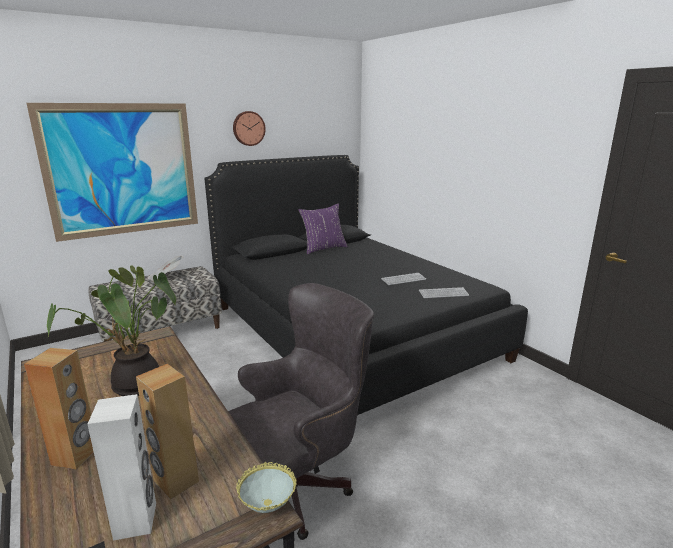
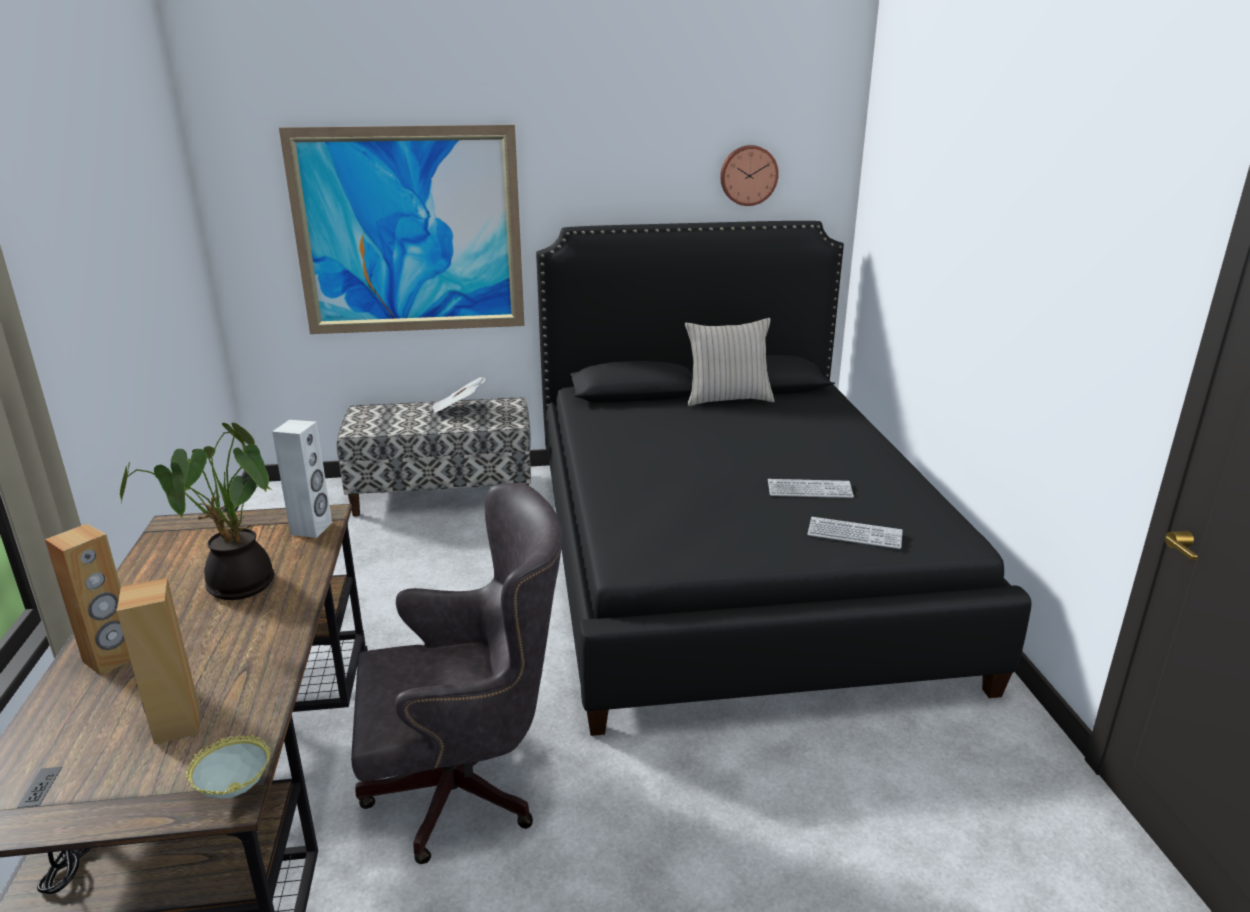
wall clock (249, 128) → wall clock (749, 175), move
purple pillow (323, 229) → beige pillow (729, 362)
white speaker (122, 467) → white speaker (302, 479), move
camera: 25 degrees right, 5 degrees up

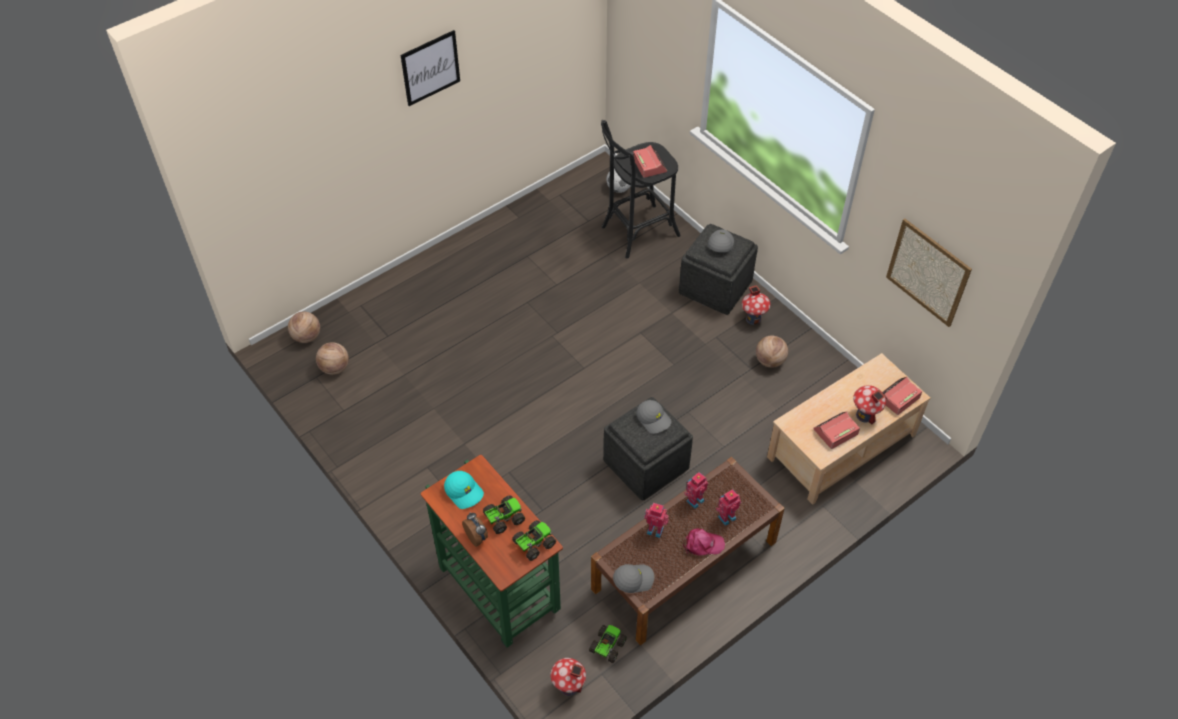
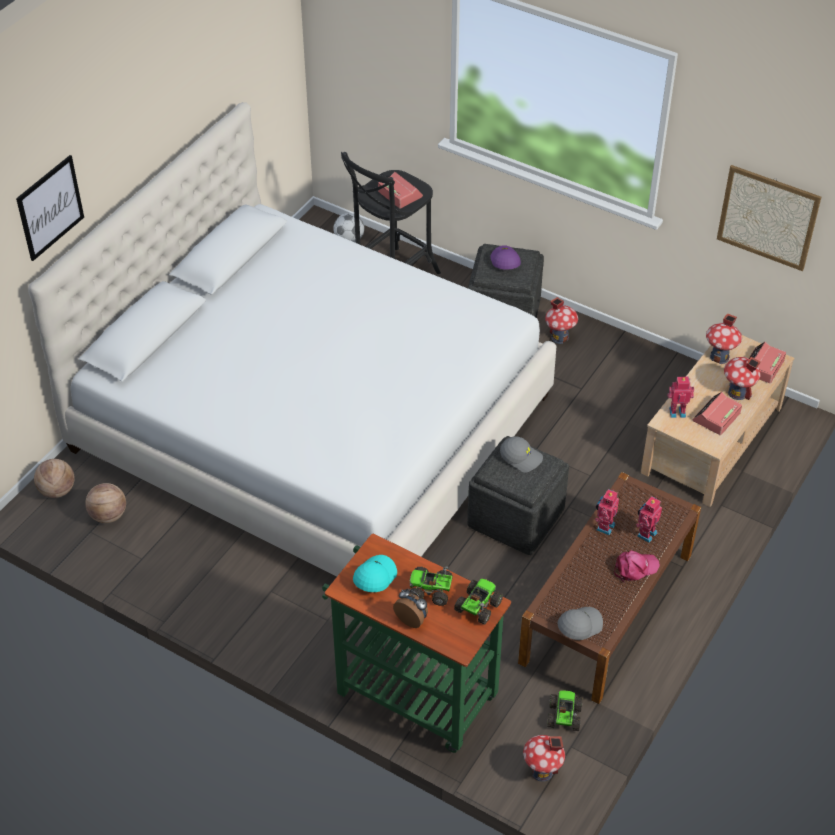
picture (430, 68) → picture (50, 208), move
grey cap (721, 241) → purple cap (505, 257)
basketball (772, 352) → -
turquoise cap (464, 490) → turquoise cap (375, 573), 90 degrees counterclockwise
toy truck (504, 514) → toy truck (431, 586), 120 degrees counterclockwise
toy robot (656, 520) → toy robot (681, 397), move
- → white bed (292, 339)
- → toy house (724, 338)
camera: 20 degrees left, 5 degrees down

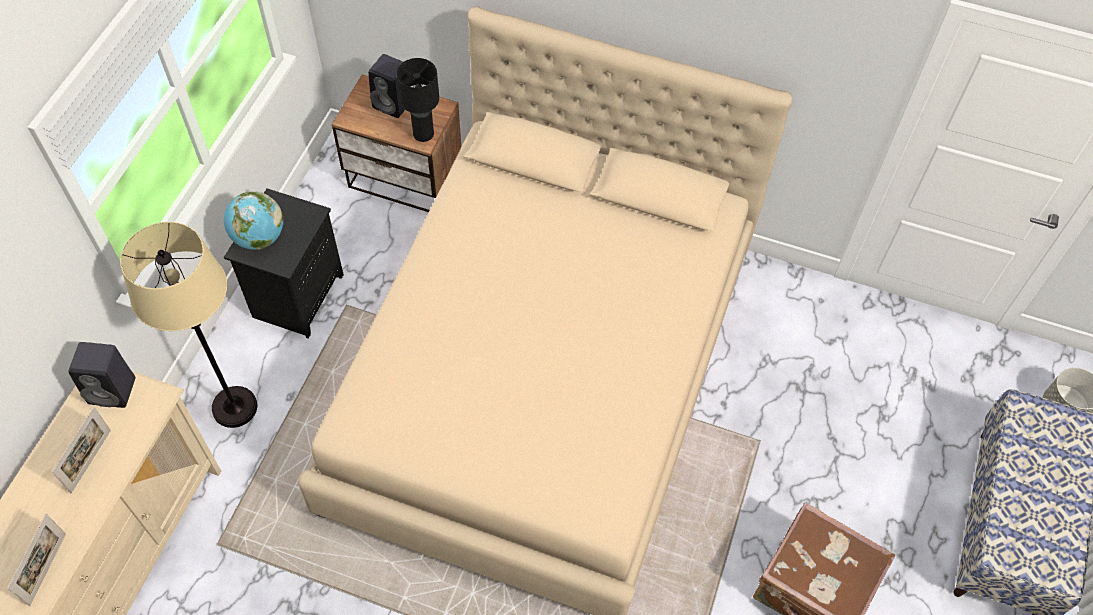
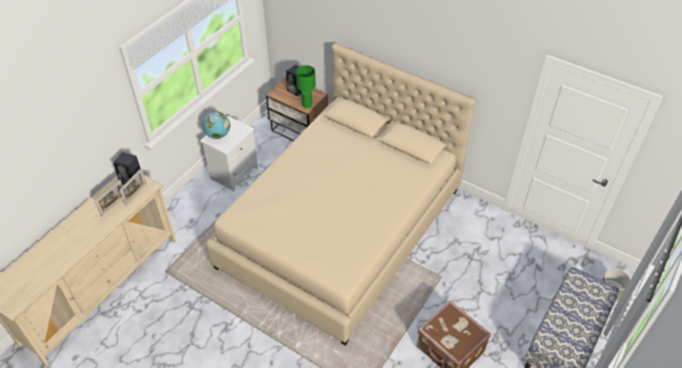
black table lamp (417, 100) → green table lamp (306, 86)
black nightstand (284, 264) → white nightstand (229, 154)
beige floor lamp (188, 325) → -
picture frame (36, 560) → picture frame (133, 187), move
camera: 15 degrees right, 10 degrees down

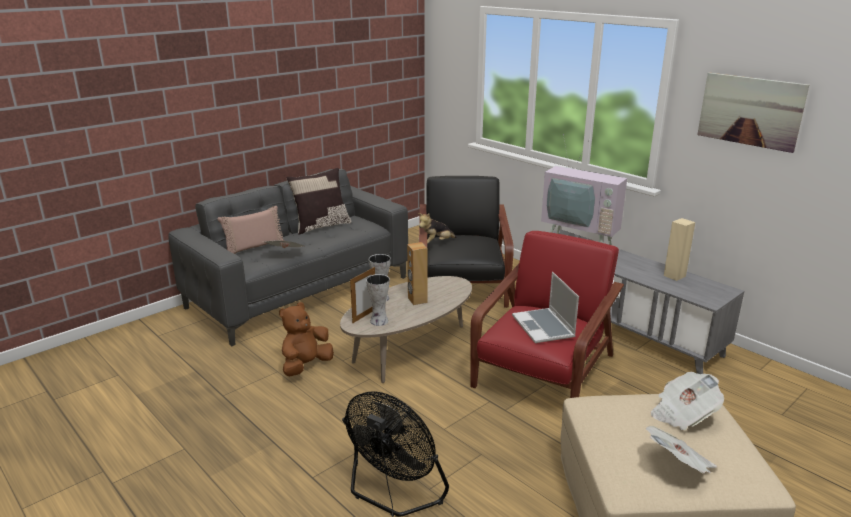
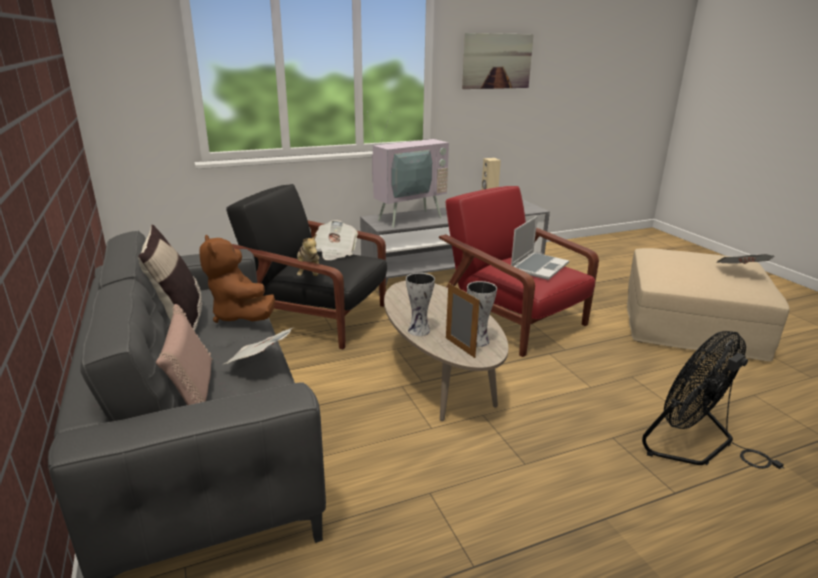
brown speaker (417, 273) → -
laptop (545, 307) → laptop (540, 248), 60 degrees counterclockwise
brown plush toy (306, 339) → brown plush toy (237, 279), move
newspaper (687, 401) → newspaper (336, 240), move
camera: 70 degrees left, 0 degrees up

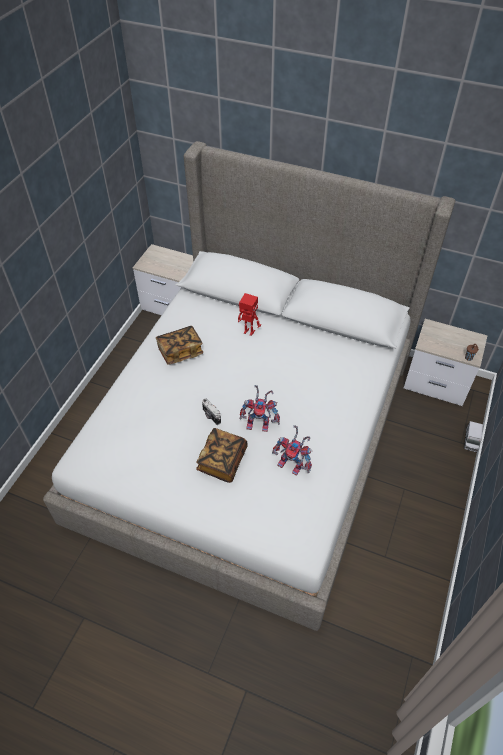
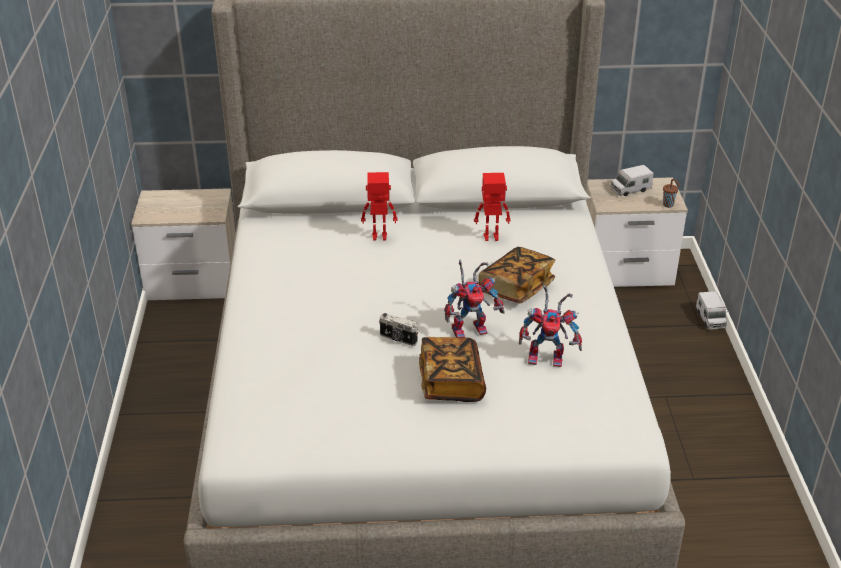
book (179, 345) → book (517, 275), move
- → toy truck (632, 180)
- → toy robot (492, 207)
camera: 25 degrees left, 15 degrees down

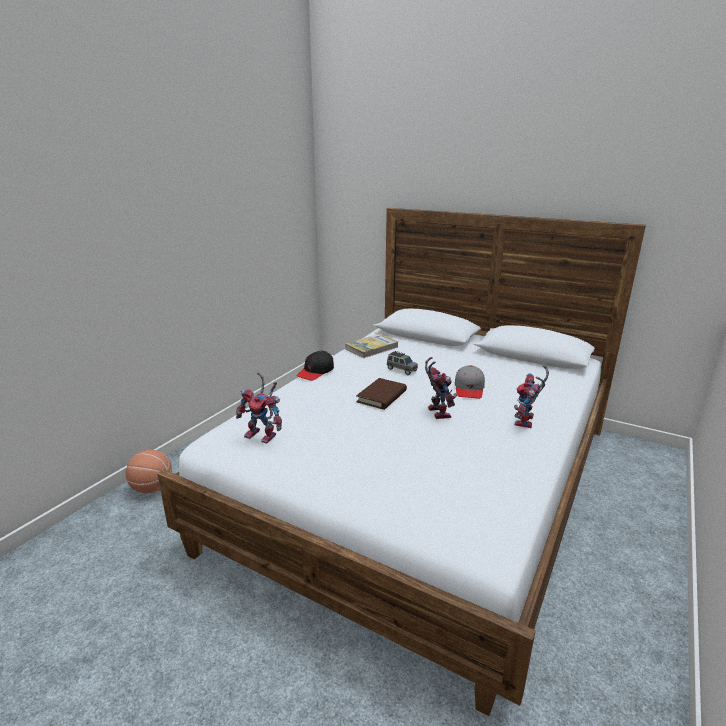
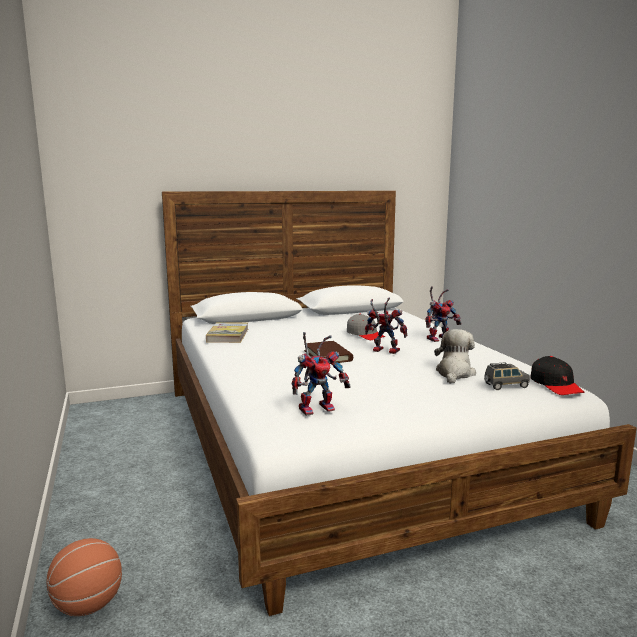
black cap (315, 366) → black cap (557, 375), move
grey toy car (402, 363) → grey toy car (507, 376), move
toy robot (531, 396) → toy robot (443, 314), 90 degrees counterclockwise
- → plush toy (455, 356)
camera: 50 degrees left, 10 degrees down

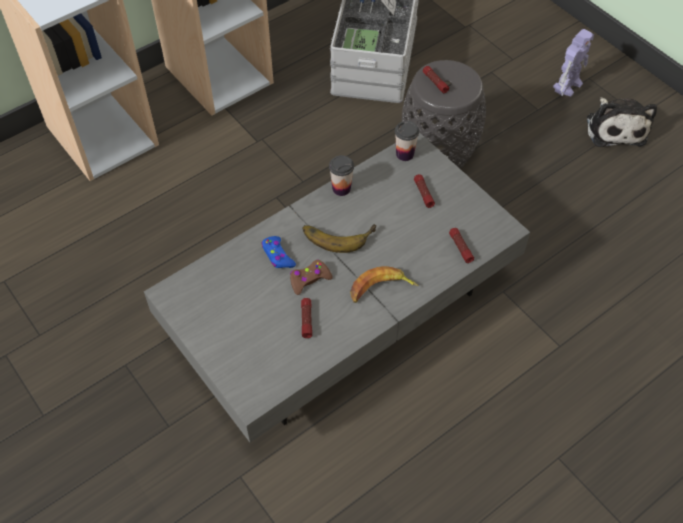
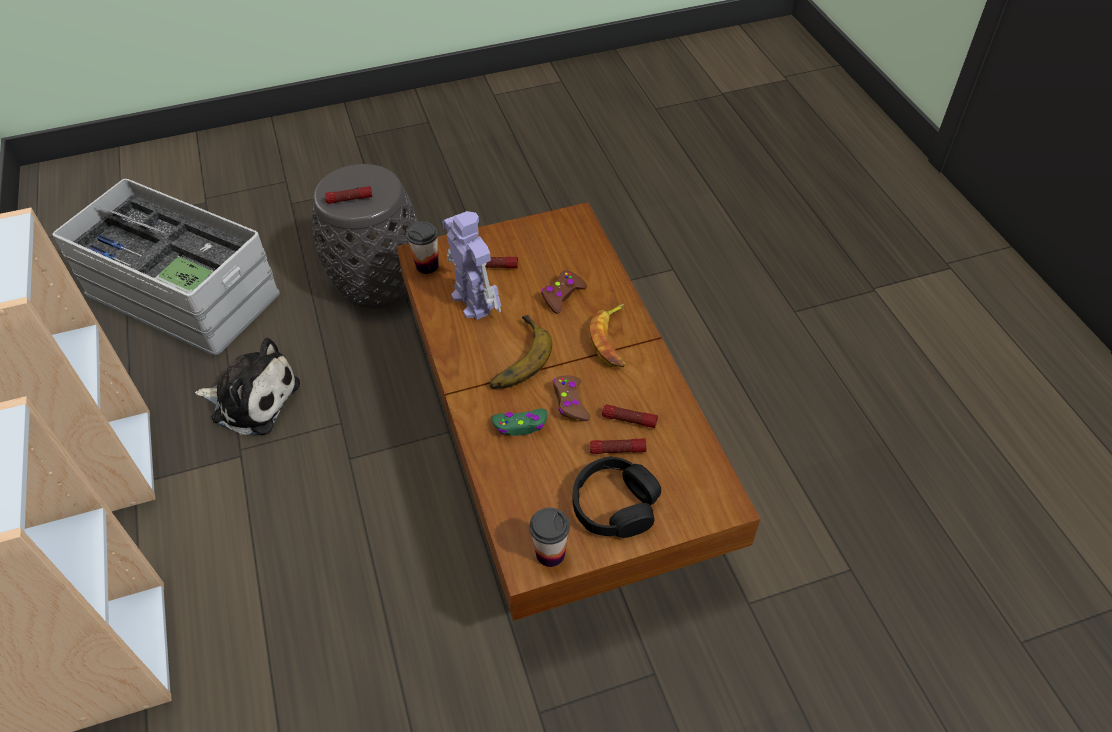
toy robot (573, 62) → toy robot (471, 265), move
plush toy (622, 122) → plush toy (247, 386), move
grey coffee table (337, 287) → brown coffee table (578, 411)
cup (341, 175) → cup (549, 537), move
flashlight (461, 245) → flashlight (618, 446), move
blue game controller (278, 252) → green game controller (519, 422)
- → brown game controller (564, 292)
- → black headphones (616, 497)
camera: 70 degrees left, 5 degrees down

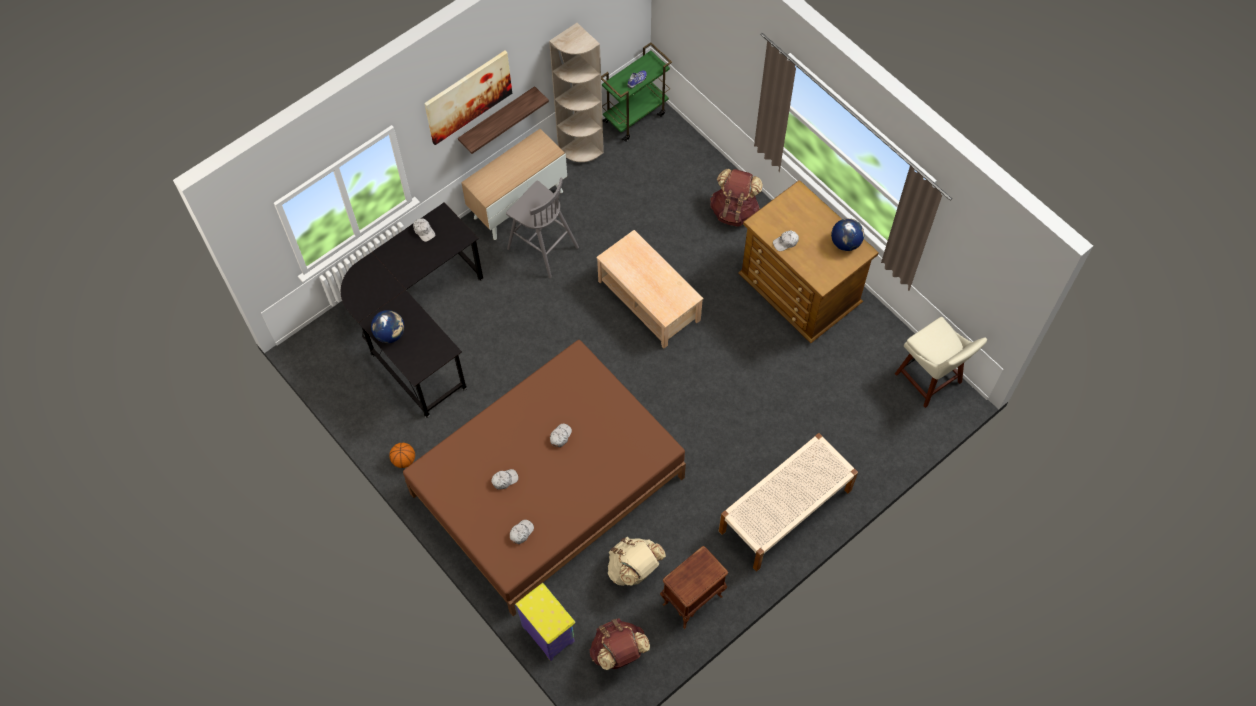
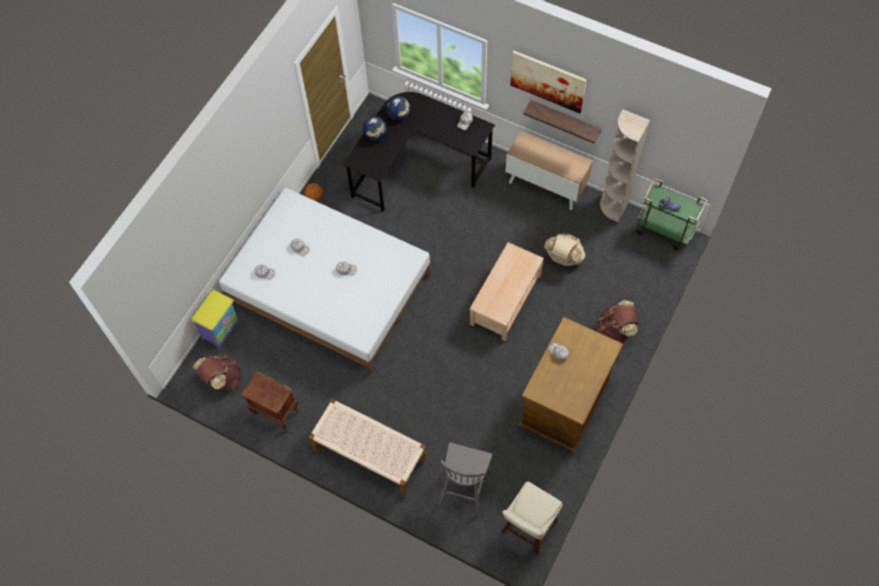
grey stool (542, 227) → grey stool (465, 480), move
globe (847, 234) → globe (398, 108), move
brown bed (544, 478) → white bed (325, 281)
beige backpack (637, 561) → beige backpack (564, 249), move
camera: 70 degrees right, 0 degrees up

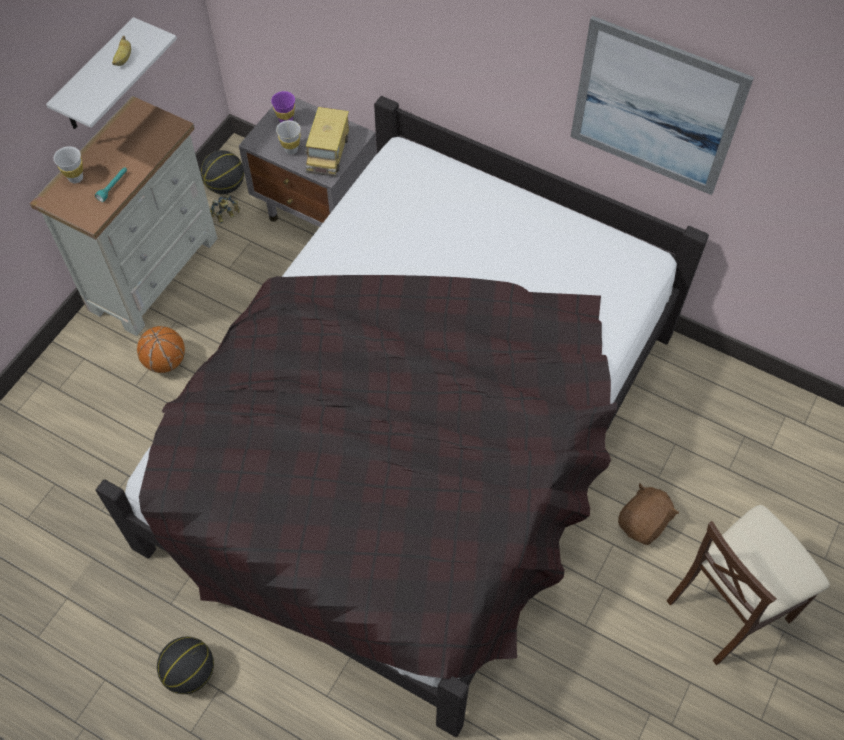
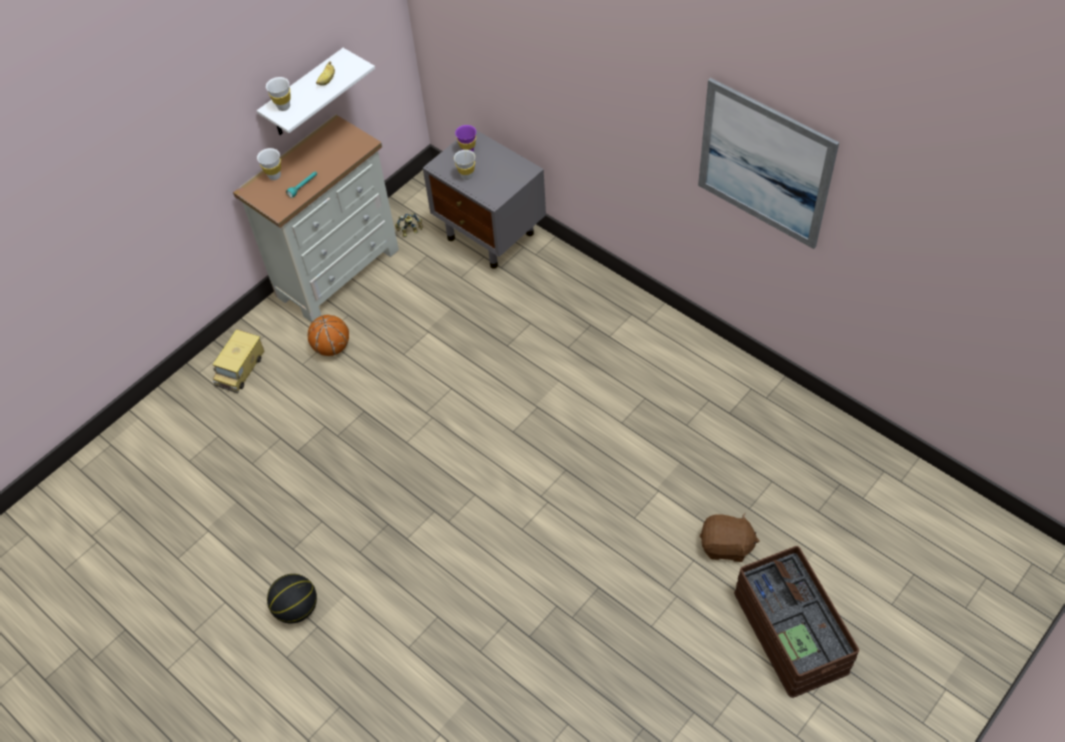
black bed (402, 416) → -
toy truck (327, 142) → toy truck (238, 361), move
basketball (222, 172) → -
brown plush toy (648, 514) → brown plush toy (729, 537), 45 degrees clockwise
beige chair (748, 585) → brown storage box (796, 622)
- → white cup (278, 94)
camera: 15 degrees right, 5 degrees down

